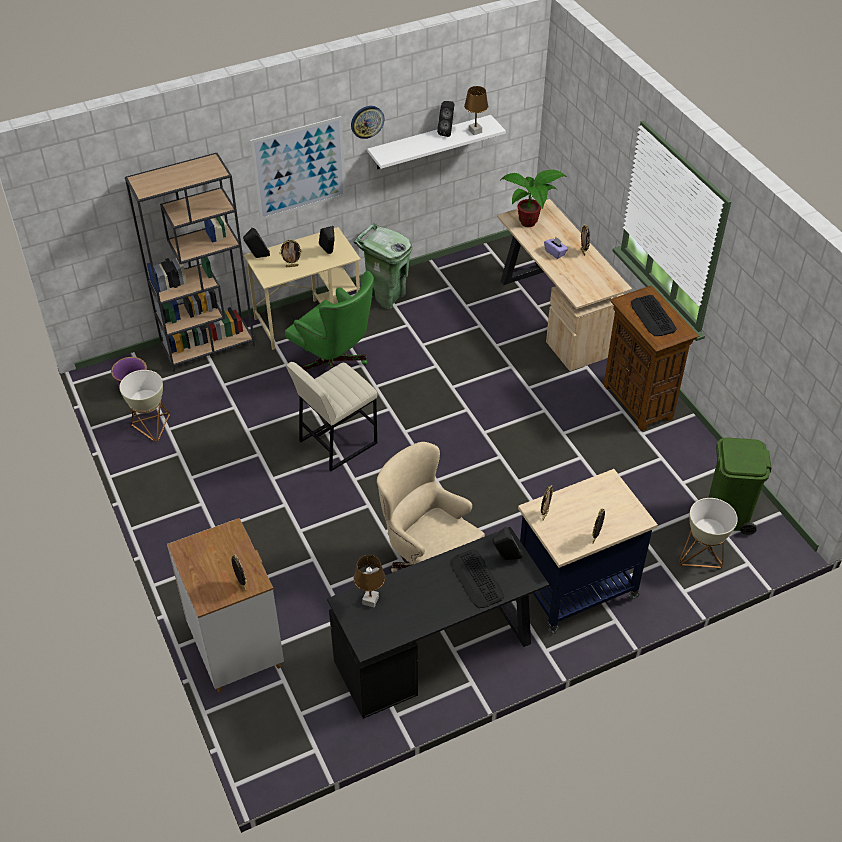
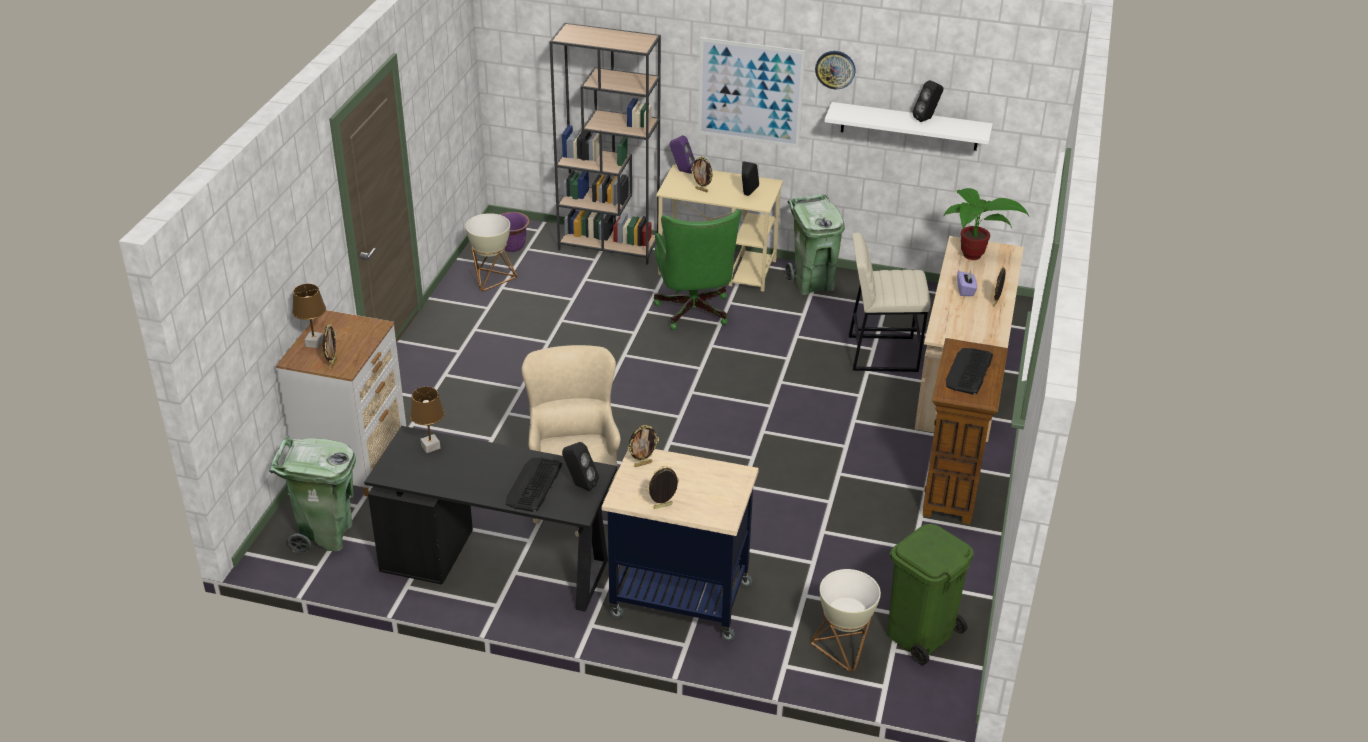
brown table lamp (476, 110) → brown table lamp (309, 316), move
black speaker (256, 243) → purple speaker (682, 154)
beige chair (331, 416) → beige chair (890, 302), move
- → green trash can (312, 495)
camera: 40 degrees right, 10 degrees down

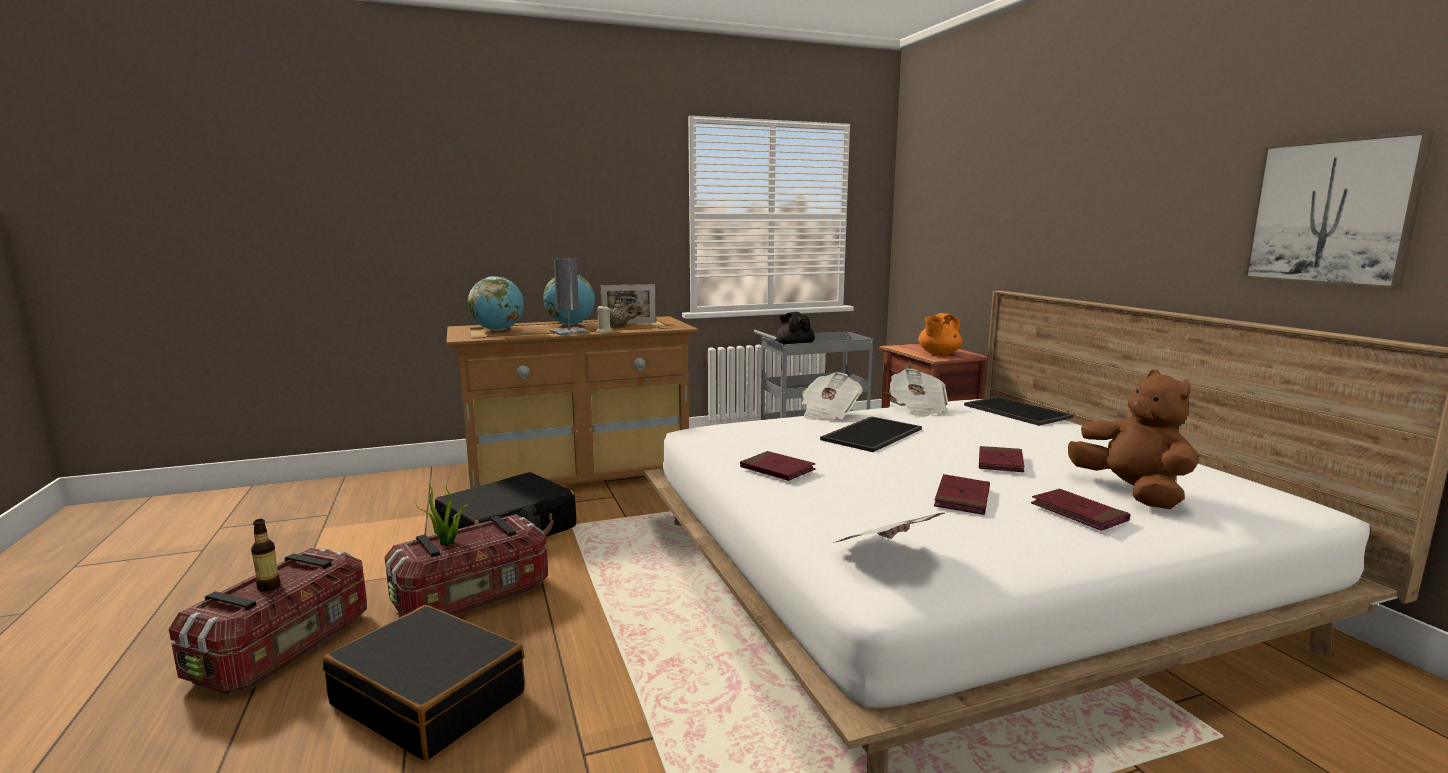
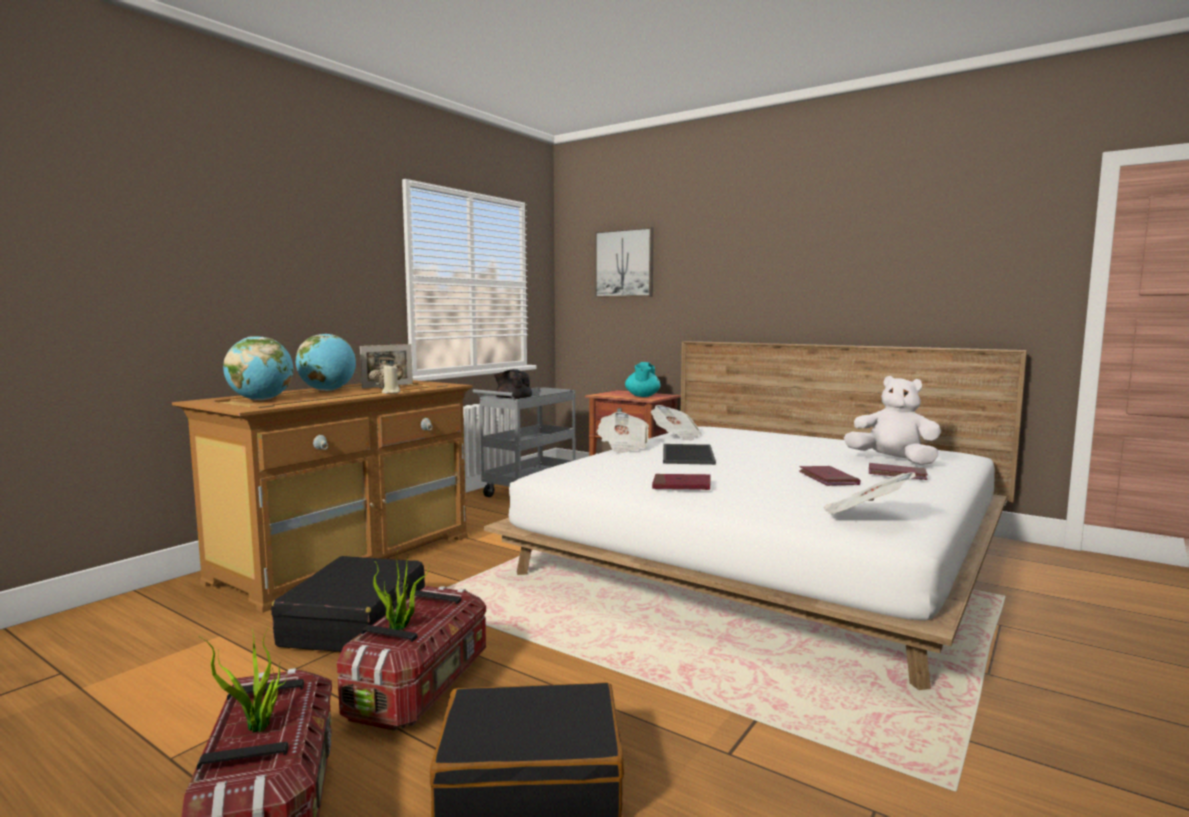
picture (1338, 210) → picture (624, 262), move
grey table lamp (569, 296) → -
orange teapot (940, 334) → turquoise teapot (643, 379)
brown plush toy (1133, 439) → white plush toy (892, 420)
tray (1018, 411) → -
red book (1001, 459) → -
bottle (266, 555) → potted plant (242, 680)
camera: 35 degrees left, 5 degrees down

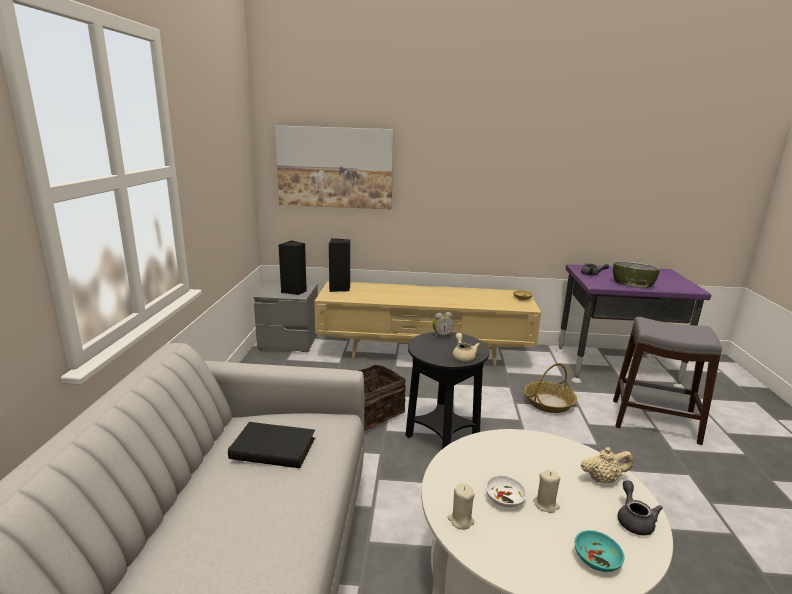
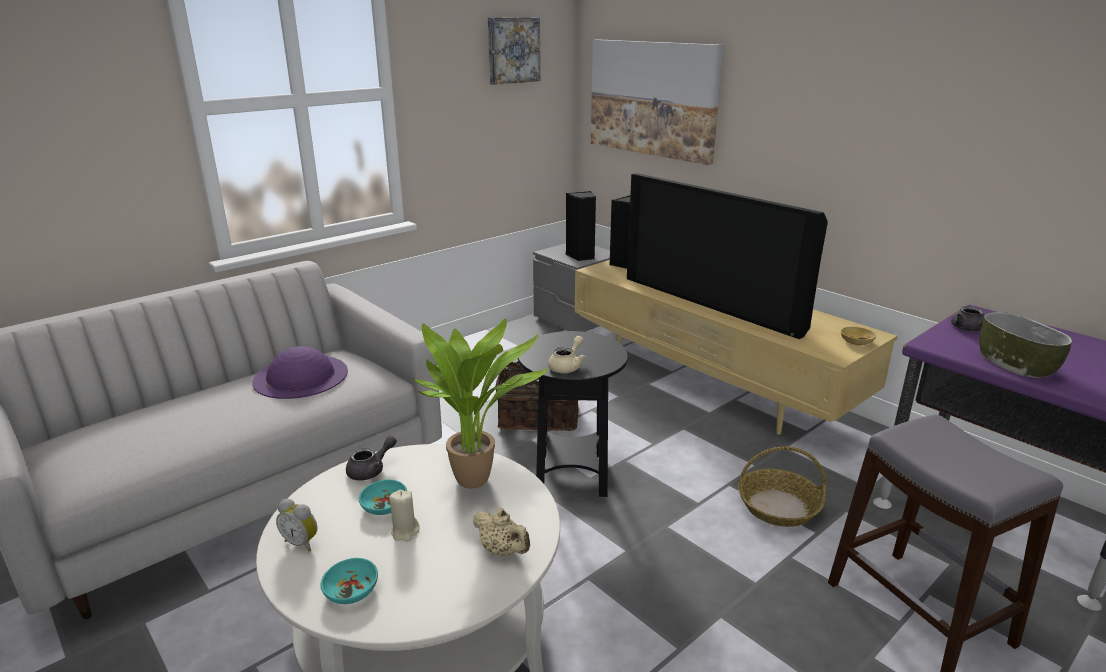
alarm clock (443, 325) → alarm clock (296, 525), move
black book (271, 445) → purple hat (300, 372)
white bowl (506, 491) → turquoise bowl (383, 497)
grey teapot (640, 508) → grey teapot (371, 458), move
beige candle (461, 506) → -
- → picture (514, 51)
- → television (727, 256)
- → potted plant (481, 403)
camera: 45 degrees right, 5 degrees up

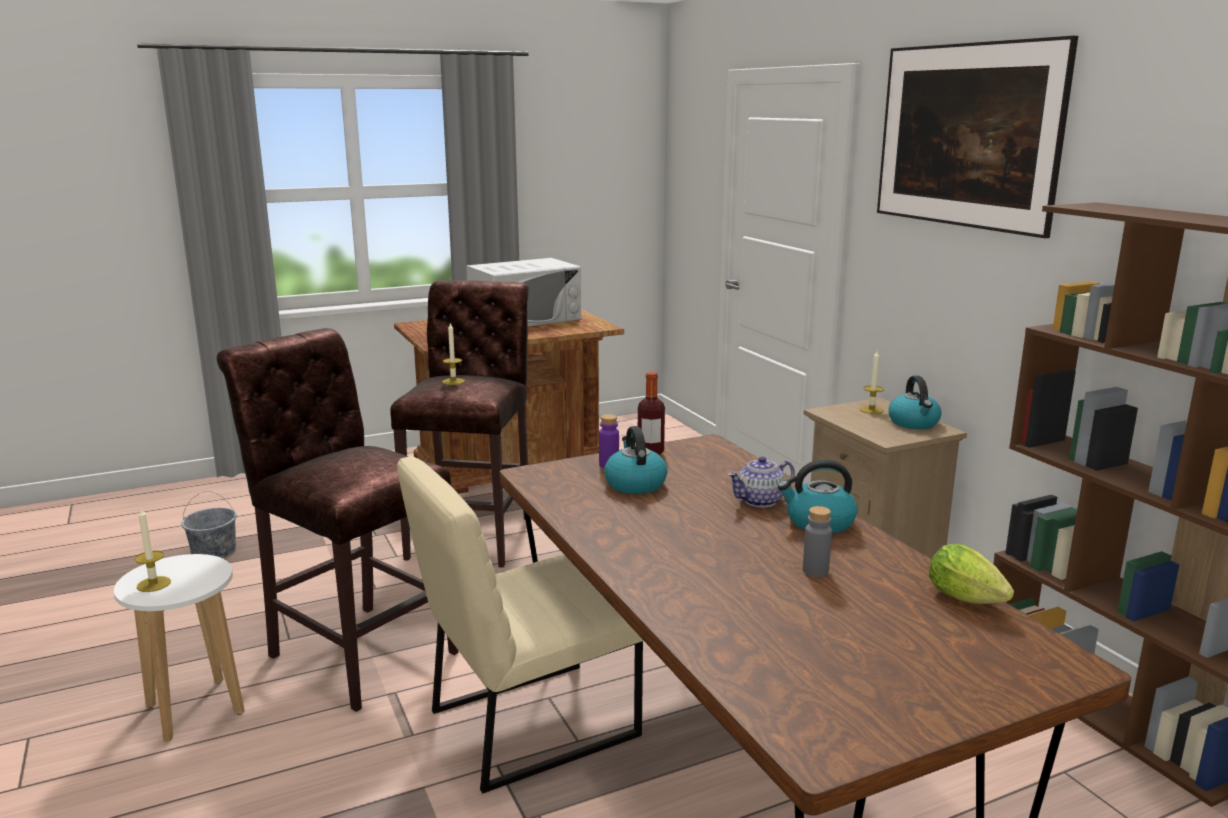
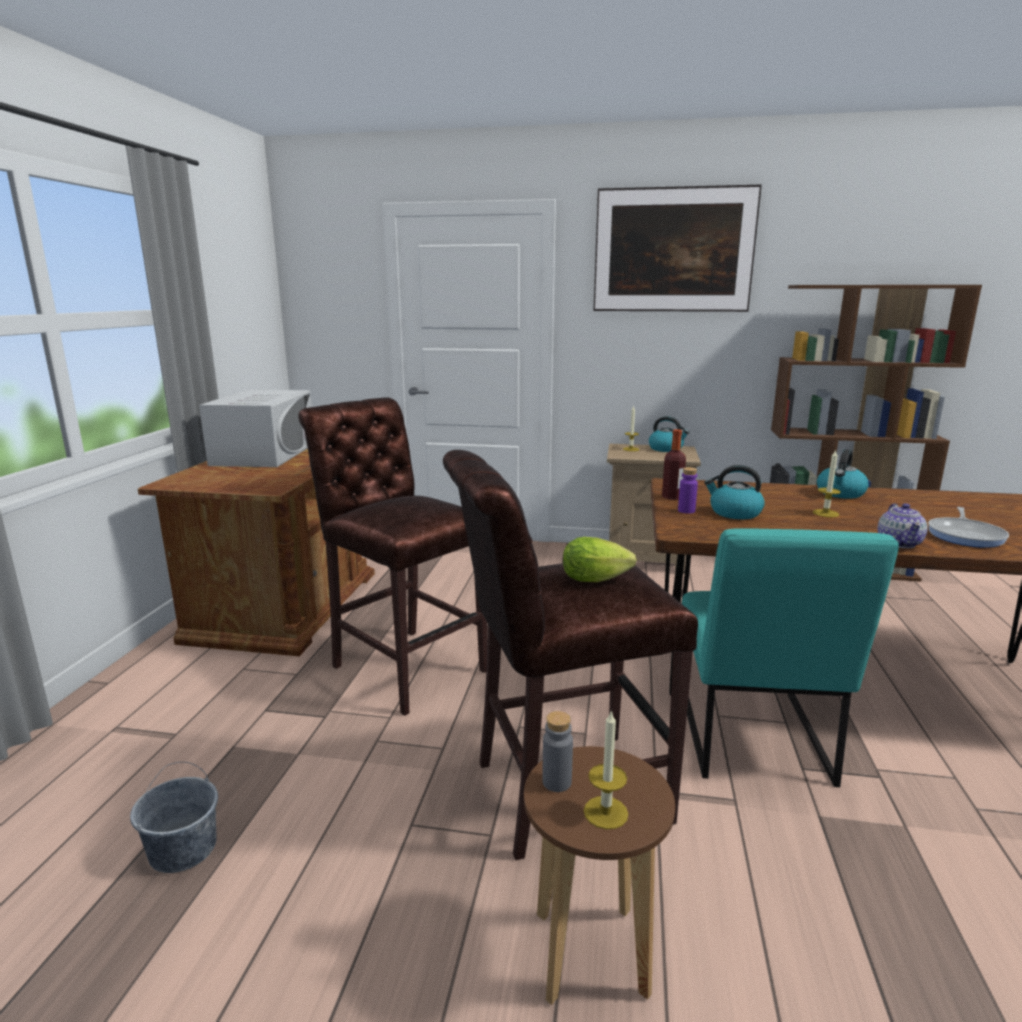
candle (453, 353) → candle (827, 483), move
beige chair (520, 624) → turquoise chair (790, 657)
teapot (761, 482) → teapot (903, 525), move
grey bottle (817, 541) → grey bottle (557, 751), move
lettuce (971, 574) → lettuce (599, 559), move
white stool (179, 648) → brown stool (599, 875)
- → frying pan (968, 527)
camera: 55 degrees left, 0 degrees up

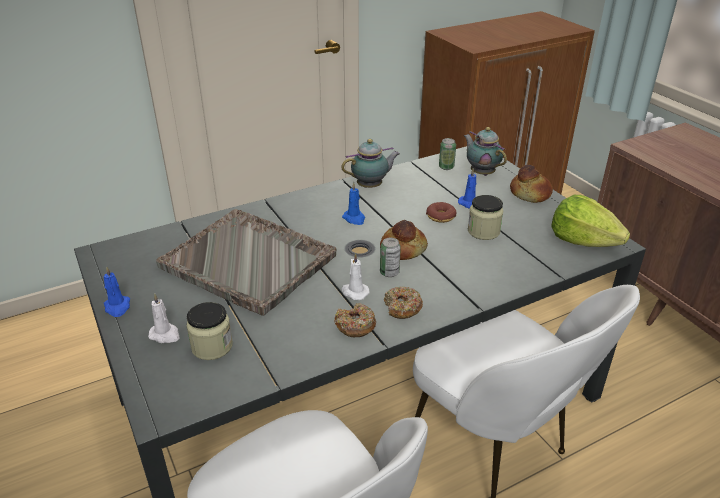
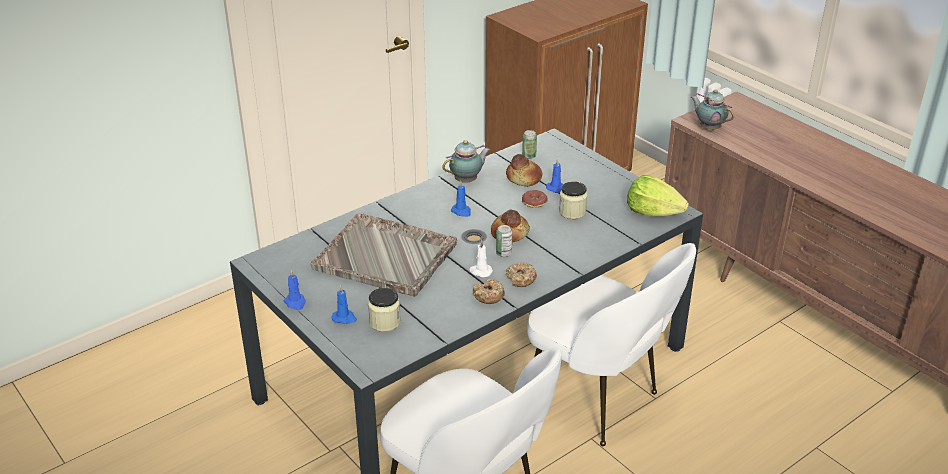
teapot (485, 151) → teapot (712, 109), move
bread (531, 184) → bread (524, 170), move
white candle (163, 318) → blue candle (344, 305)
camera: 10 degrees left, 0 degrees up

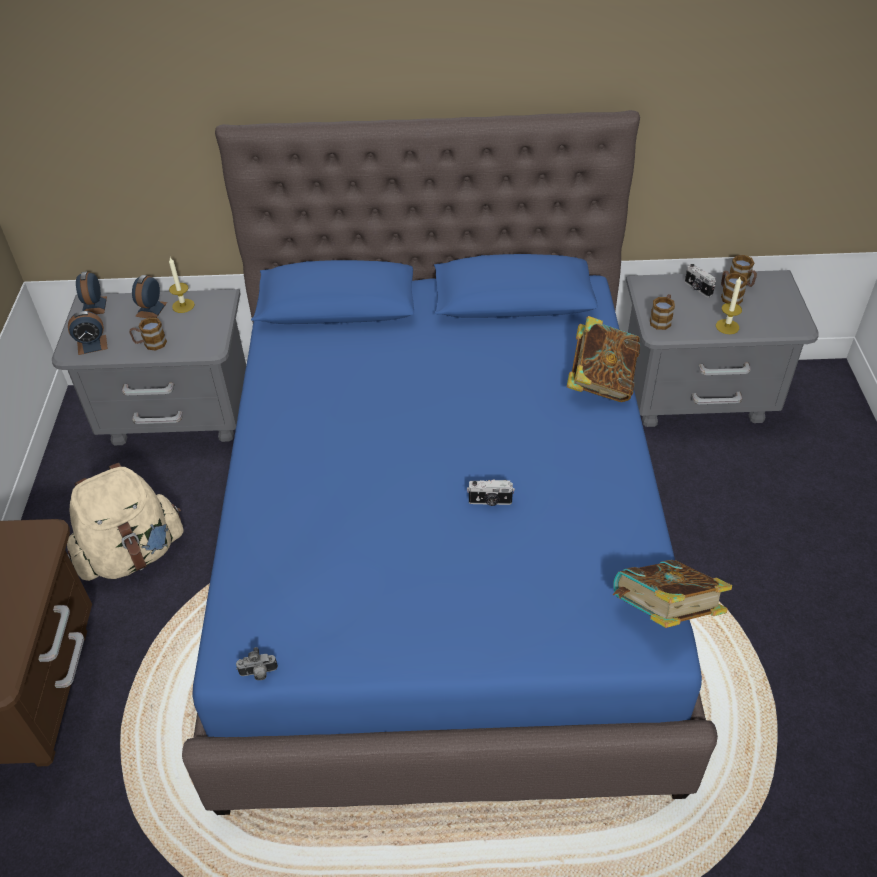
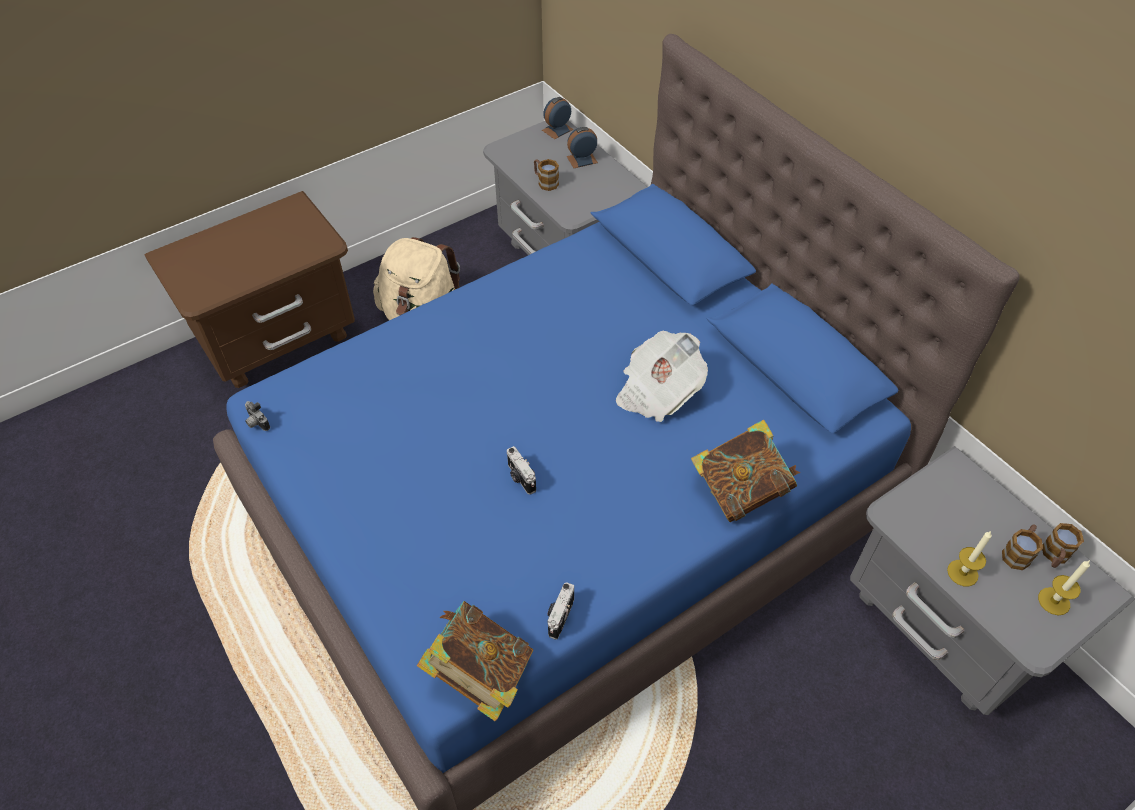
candle (182, 285) → candle (1064, 587), move
photo camera (700, 281) → photo camera (560, 611), move
mug (662, 312) → -
alarm clock (88, 333) → -
- → newspaper (662, 376)
camera: 55 degrees right, 5 degrees up

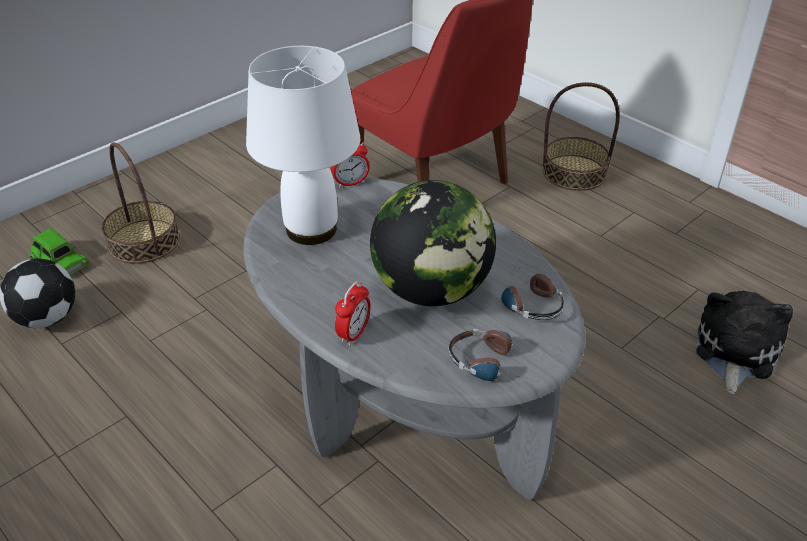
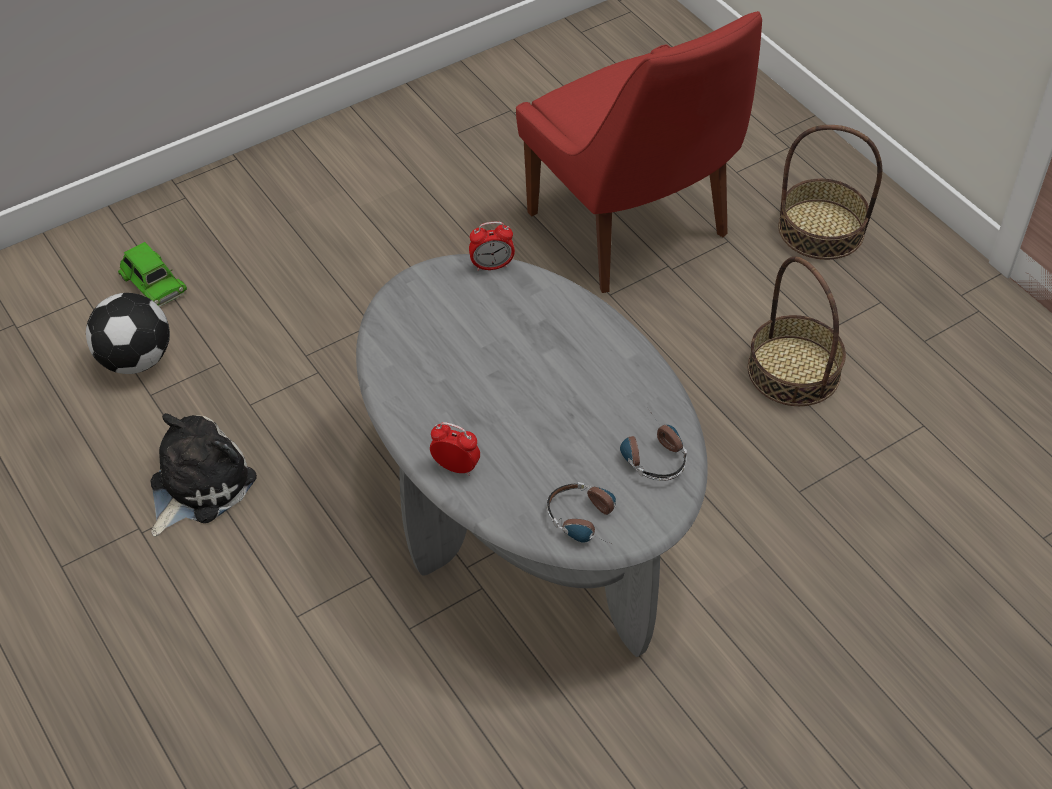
white table lamp (303, 145) → -
basket (141, 203) → basket (797, 331), move
globe (433, 243) → -
alarm clock (353, 313) → alarm clock (455, 449), 105 degrees counterclockwise
plush toy (744, 342) → plush toy (203, 475), move
camera: 10 degrees right, 10 degrees up

